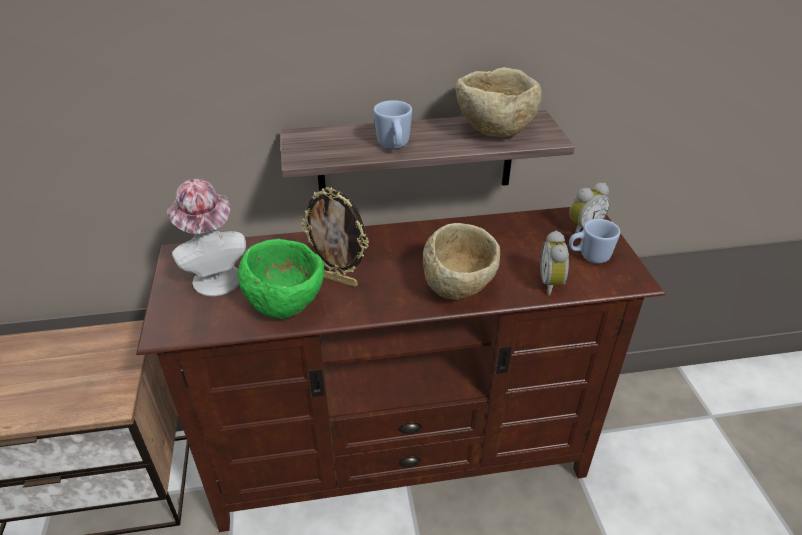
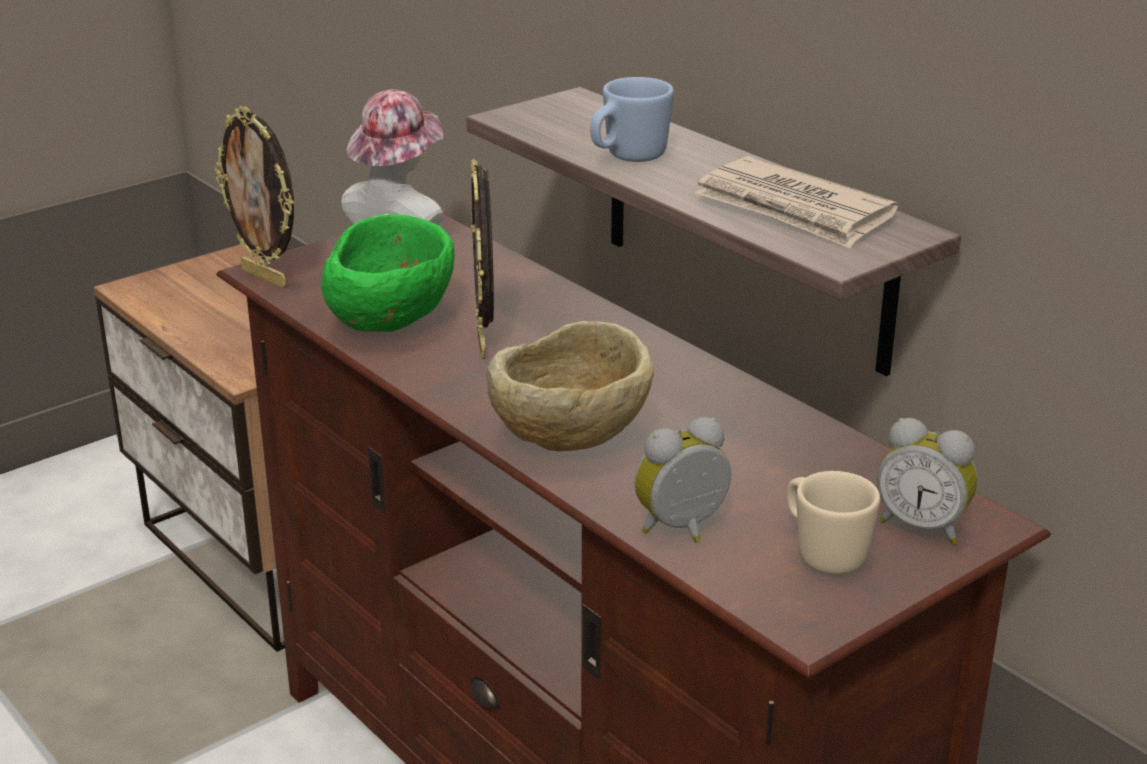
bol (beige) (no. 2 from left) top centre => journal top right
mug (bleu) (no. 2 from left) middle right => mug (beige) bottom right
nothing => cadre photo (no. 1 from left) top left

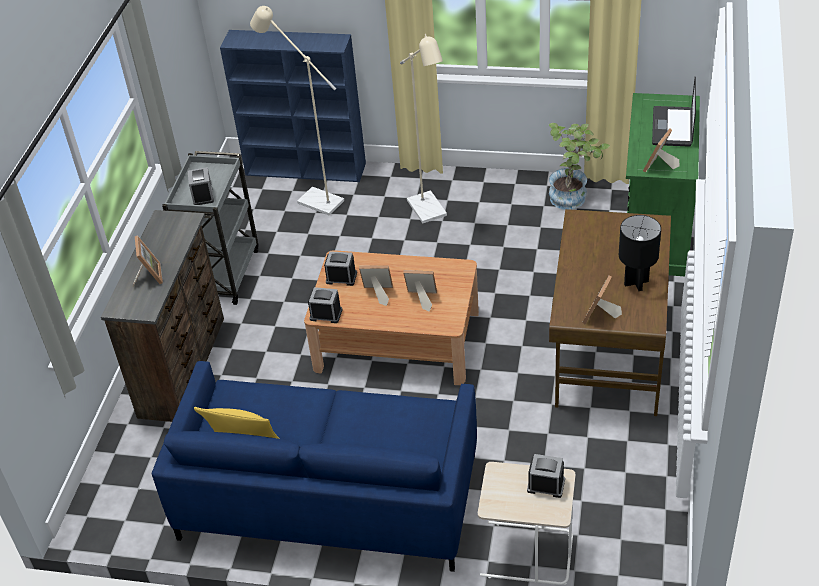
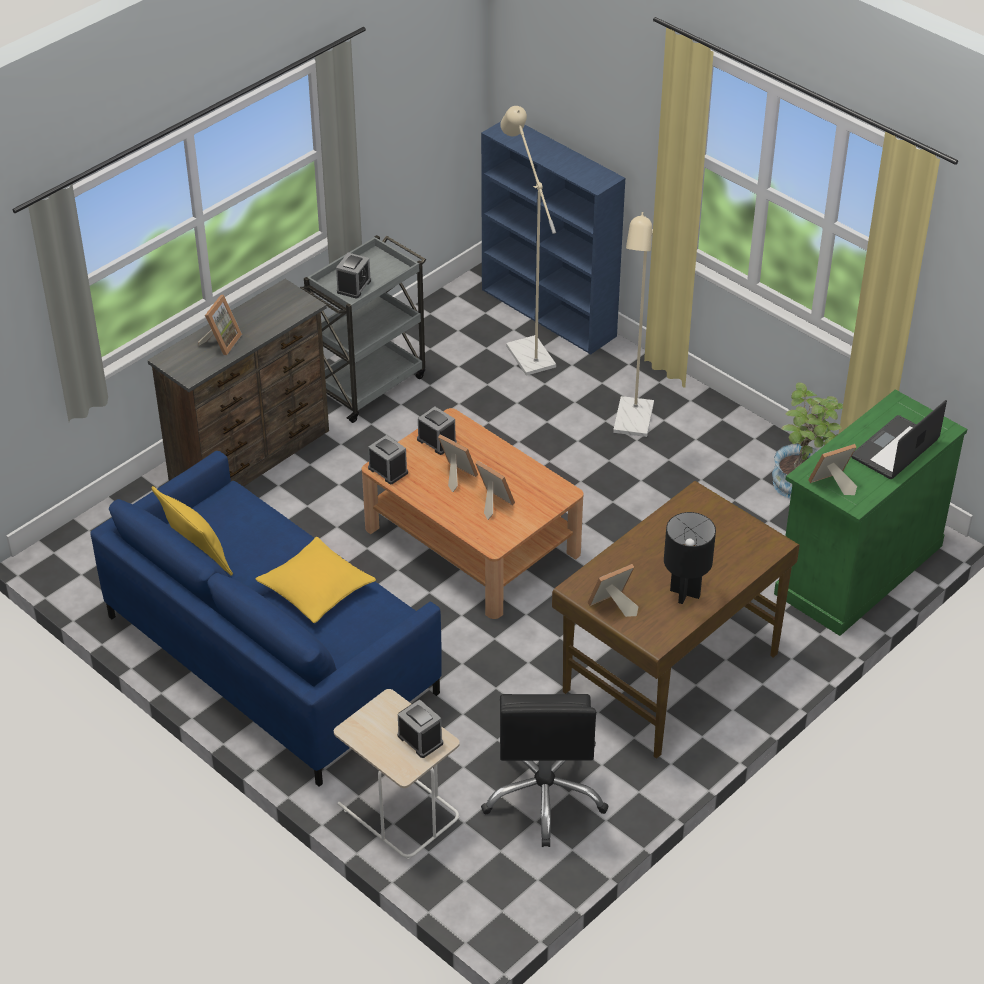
nothing => coussin (jaune) (no. 2 from left) middle left
nothing => chaise de bureau (noir) bottom centre

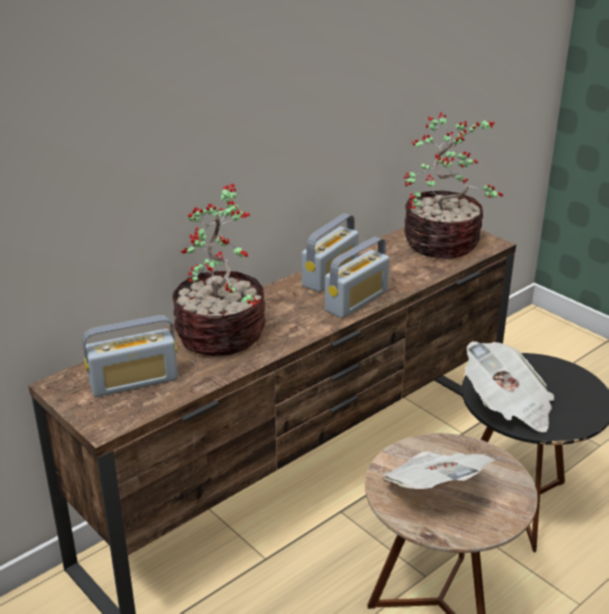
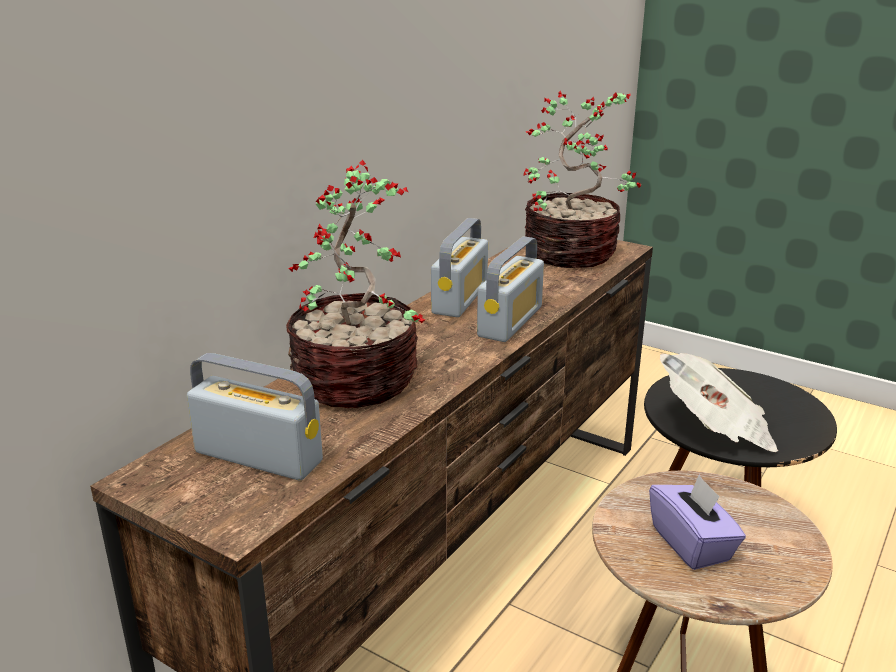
radio (no. 1 from left) middle left, 120 degrees counterclockwise
journal (no. 1 from left) bottom right => boîte à mouchoirs (violet) bottom right

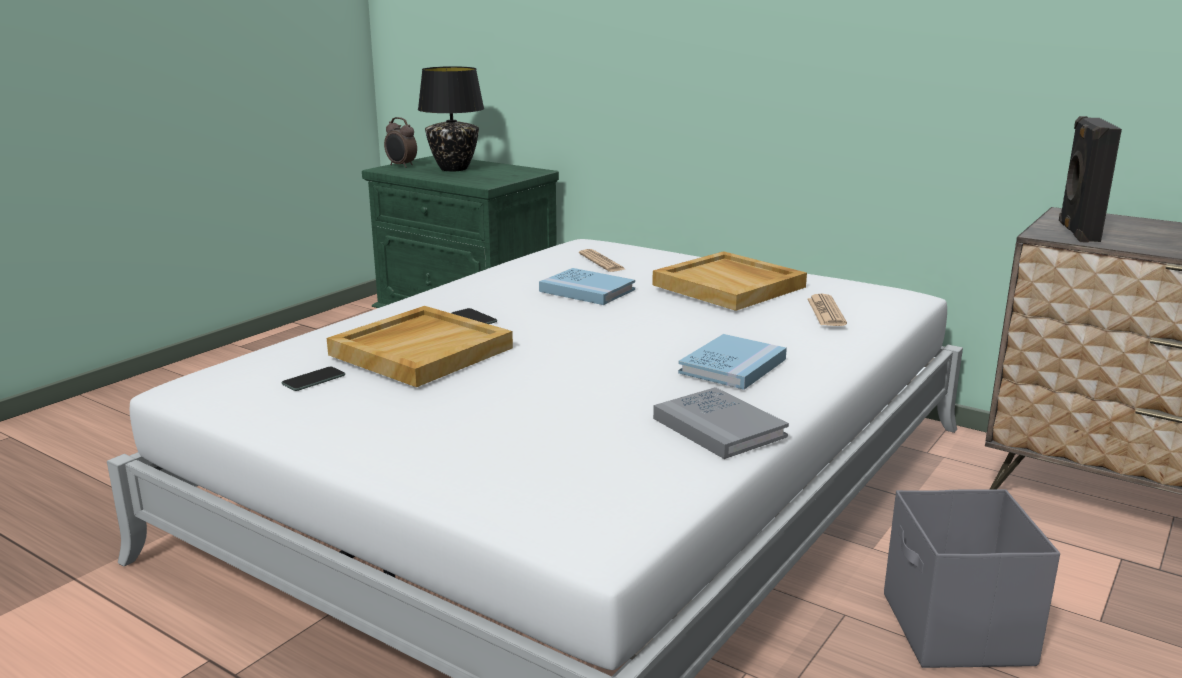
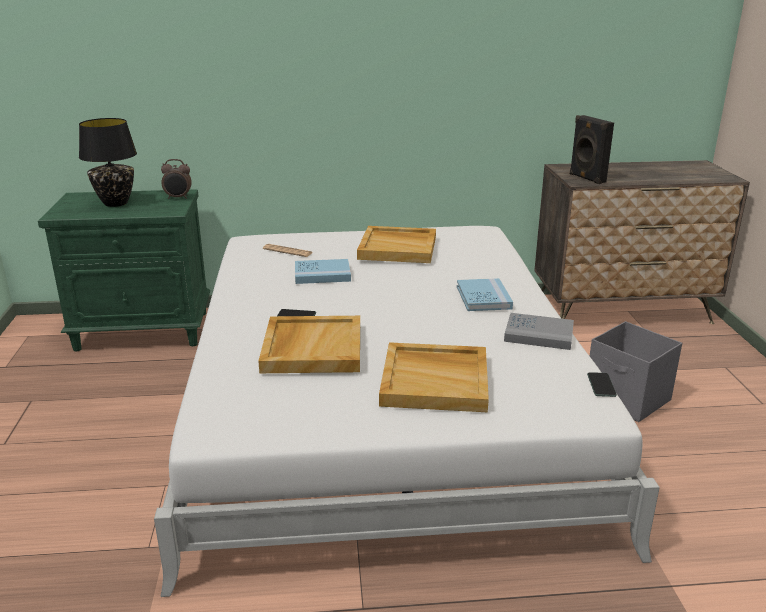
réveil top centre => réveil top left, relocated
journal (no. 2 from left) middle right => nothing
téléphone (no. 1 from left in the first image) middle left => téléphone (no. 2 from left) middle right, relocated
nothing => plateau (beige) (no. 3 from left) centre

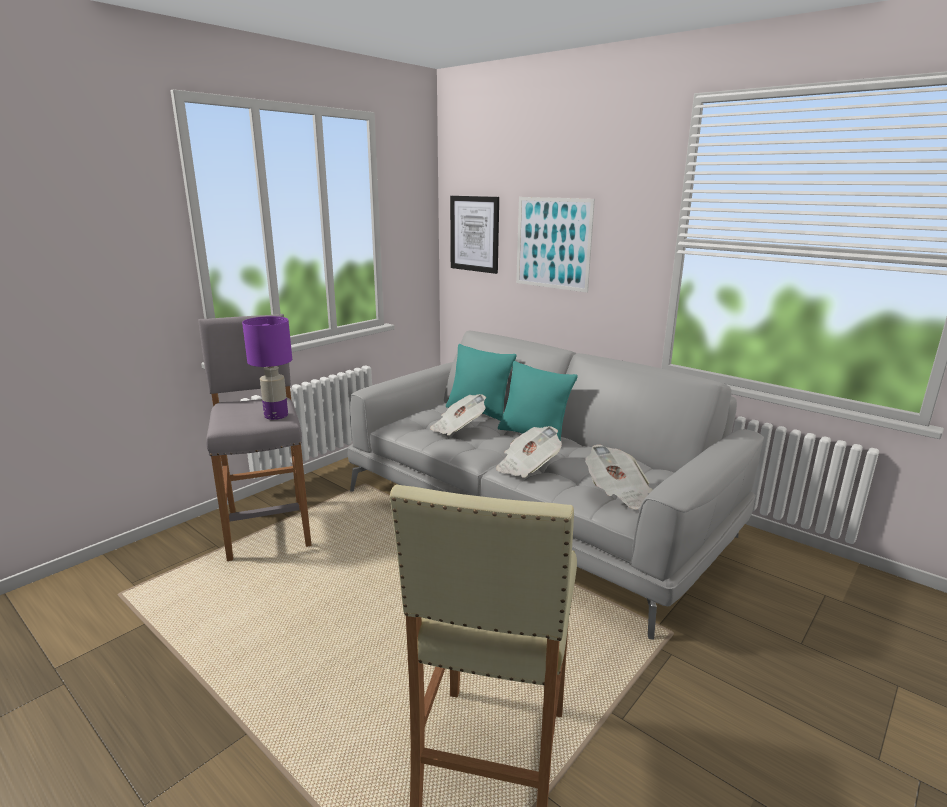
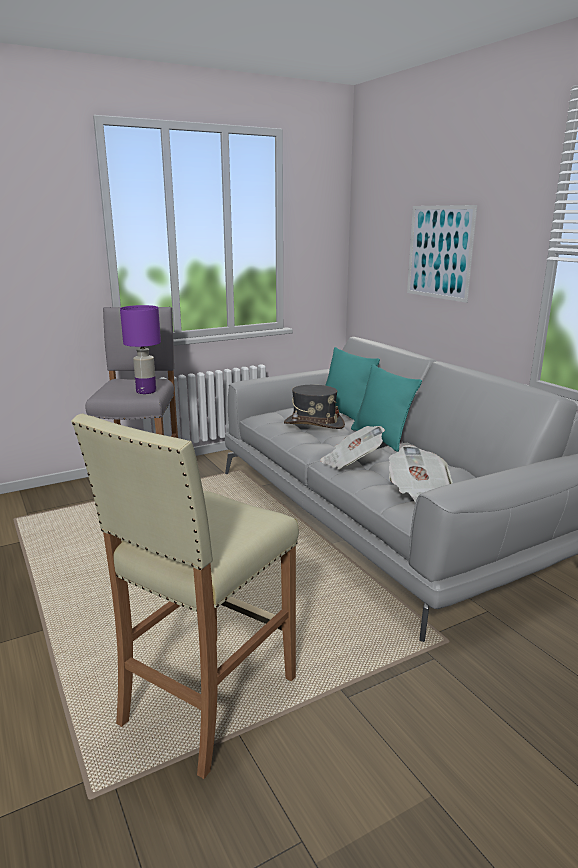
tableau (no. 1 from left) top centre => nothing
journal (no. 1 from left) centre => chapeau (gris) centre

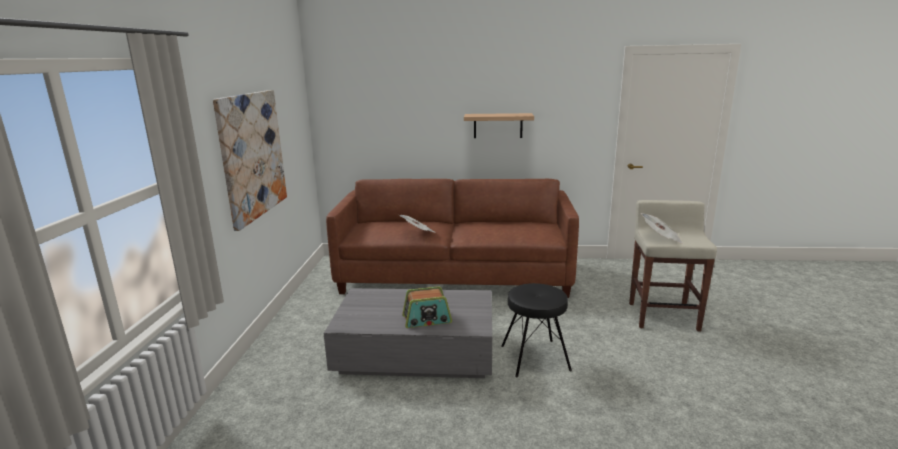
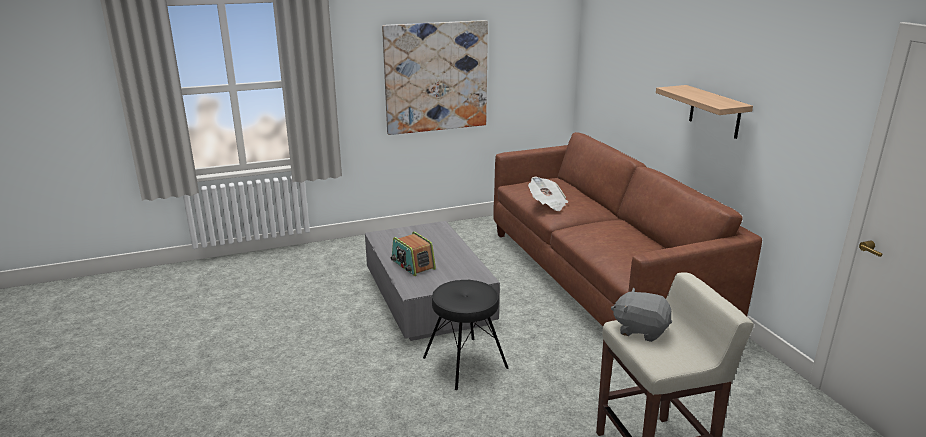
journal (no. 2 from left) middle right => peluche (gris) bottom right

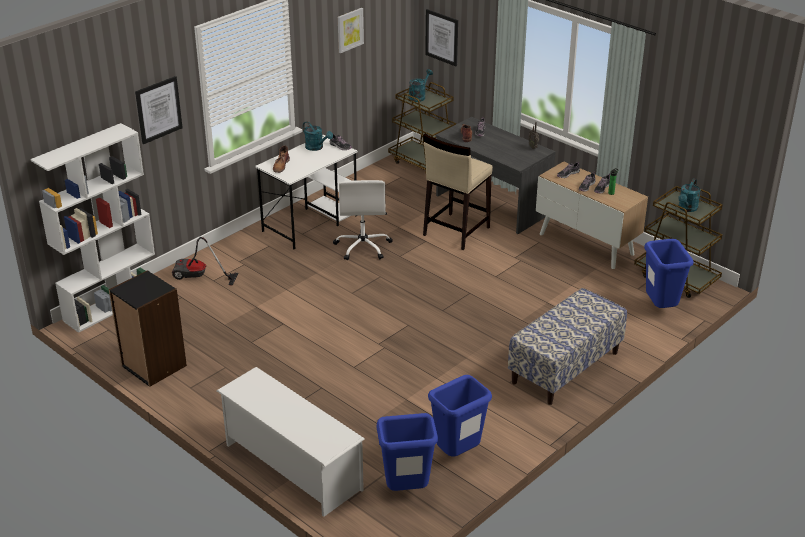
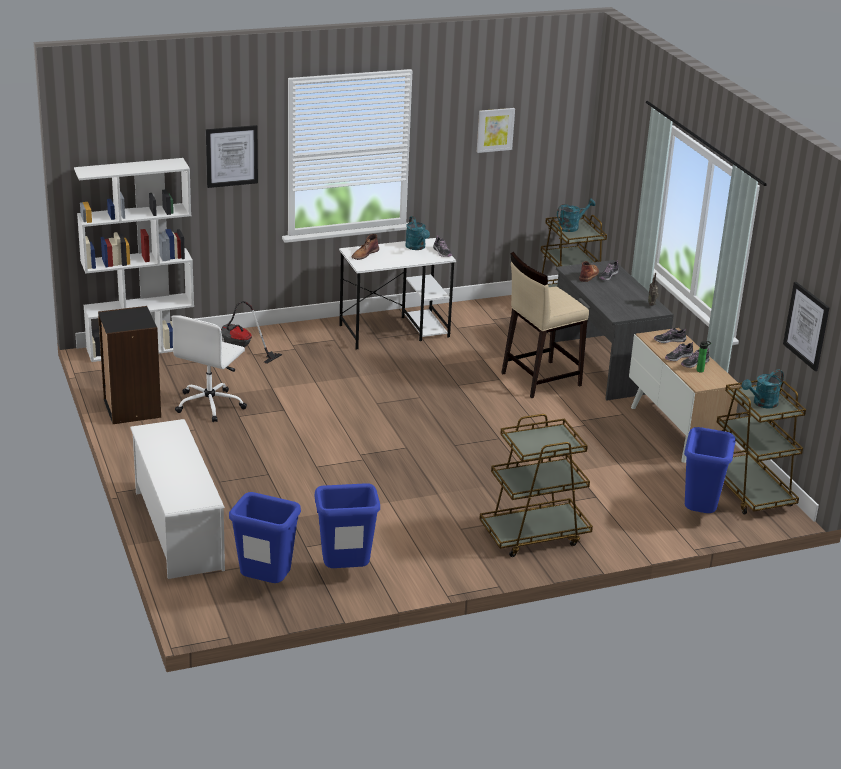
tableau (no. 3 from left) top centre => tableau (no. 3 from left) middle right, relocated
chaise de bureau (blanc) centre => chaise de bureau (blanc) middle left, relocated
banc middle right => chariot (marron) (no. 1 from left) centre

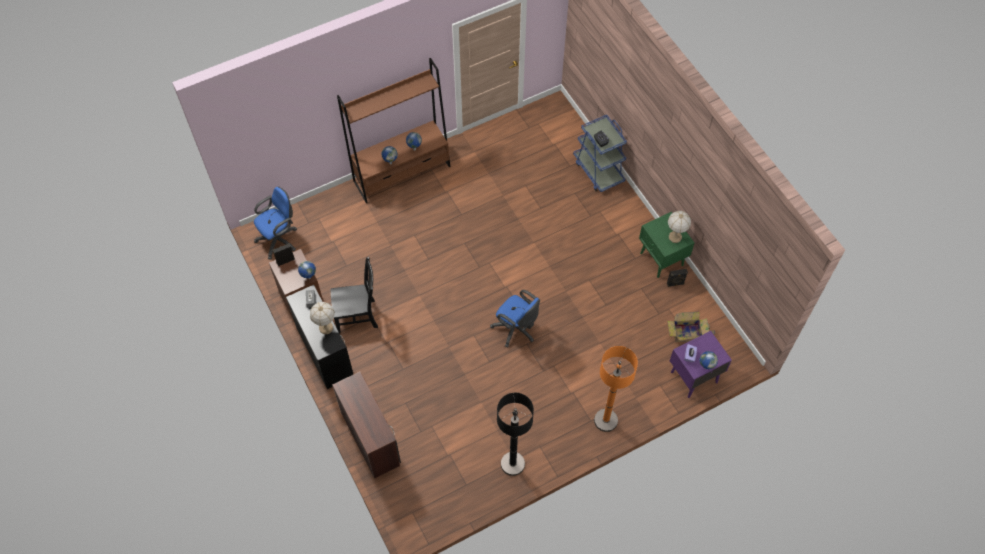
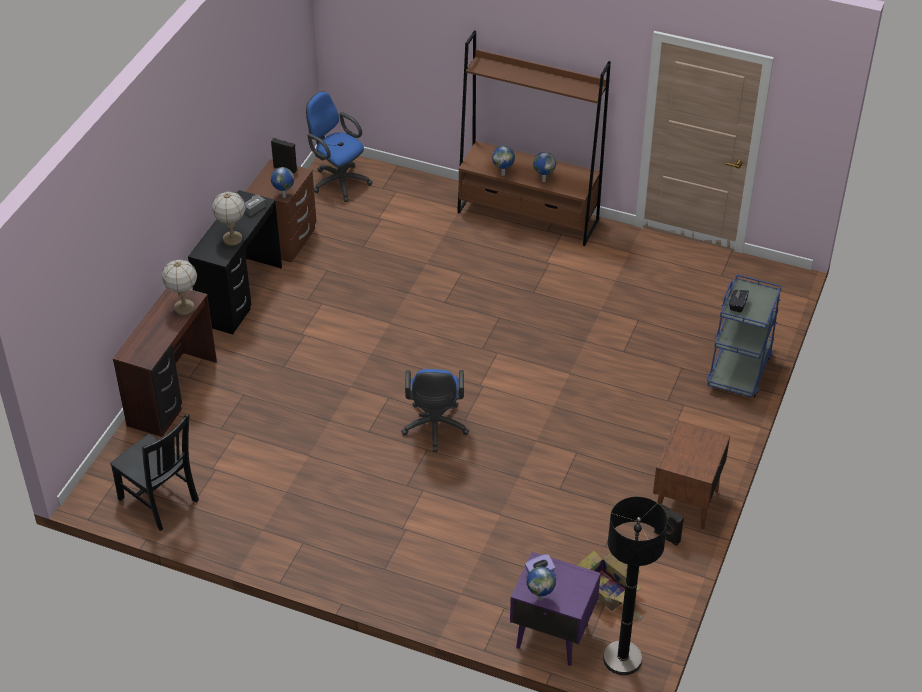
chaise de bureau (bleu) (no. 1 from left) middle left => chaise de bureau (bleu) (no. 1 from left) top centre, 150 degrees counterclockwise
lampe de table (no. 2 from left in the first image) middle right => lampe de table (no. 1 from left) middle left, relocated
table de chevet (vert) middle right => table de chevet (marron) (no. 2 from left) bottom right
chaise (noir) centre => chaise (noir) bottom left, relocated
lampadaire (orange) bottom centre => nothing
lampadaire (noir) bottom centre => lampadaire (noir) bottom right, relocated

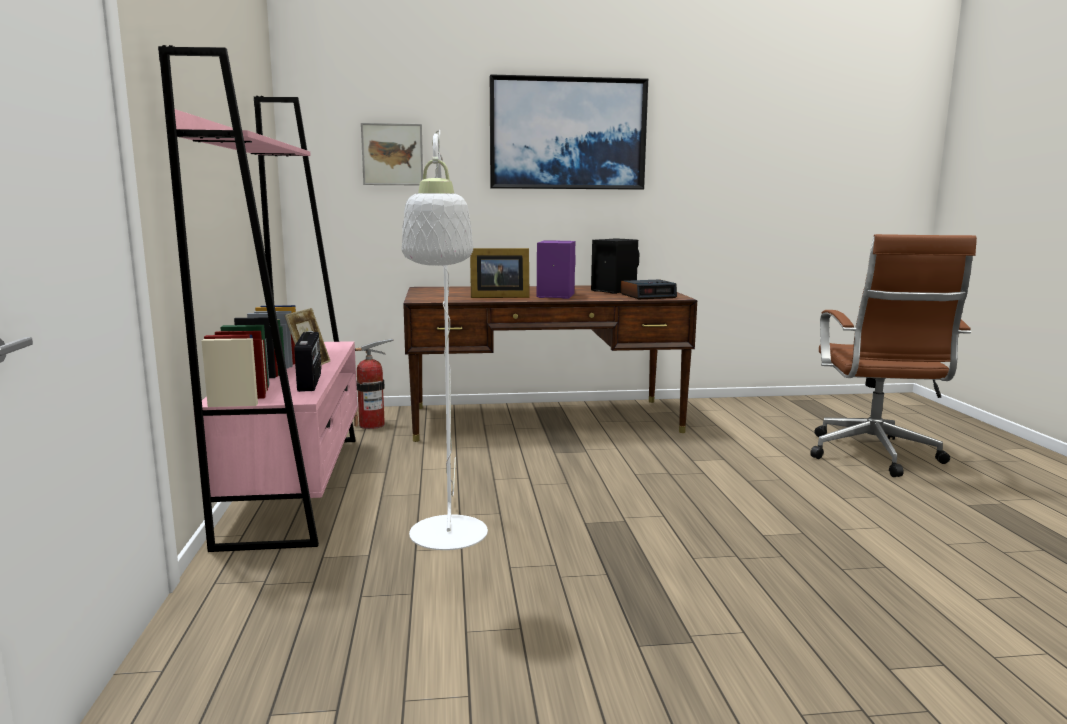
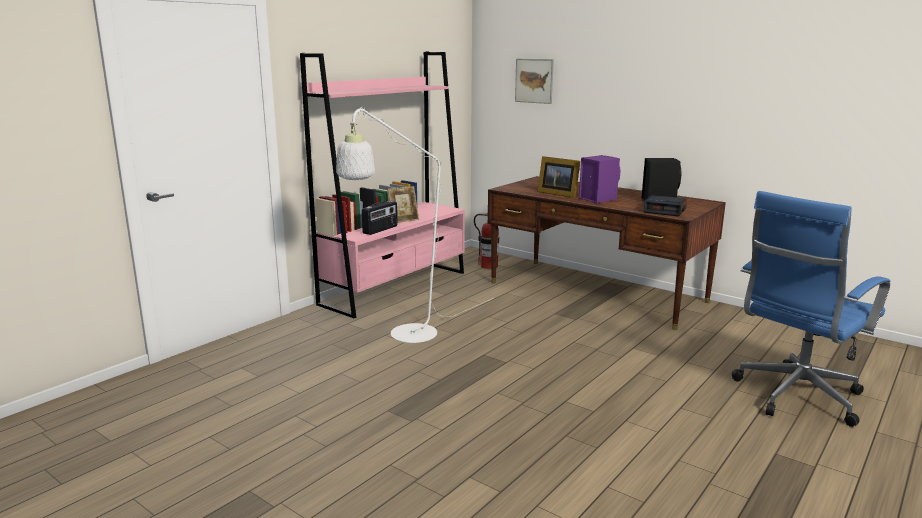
tableau (no. 2 from left) top centre => nothing
chaise de bureau (marron) middle right => chaise de bureau (bleu) middle right

